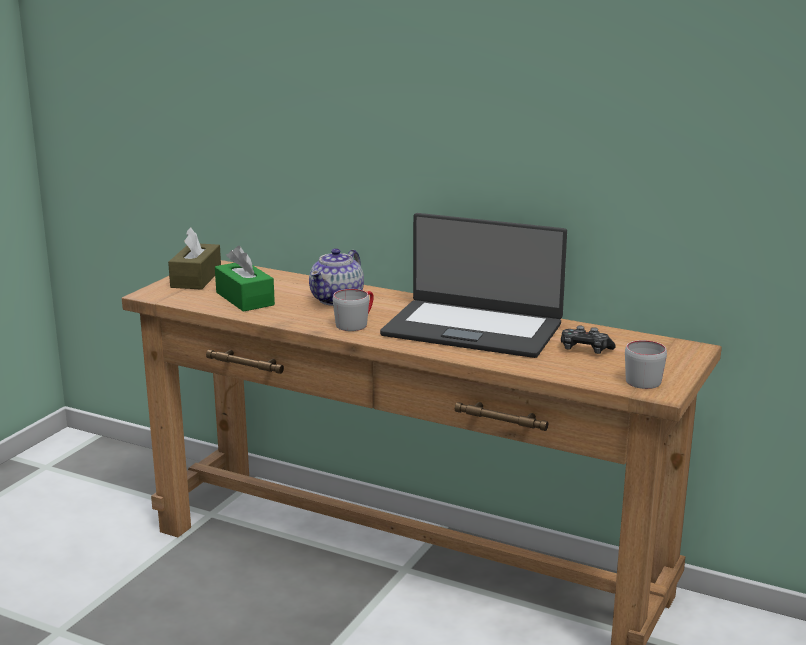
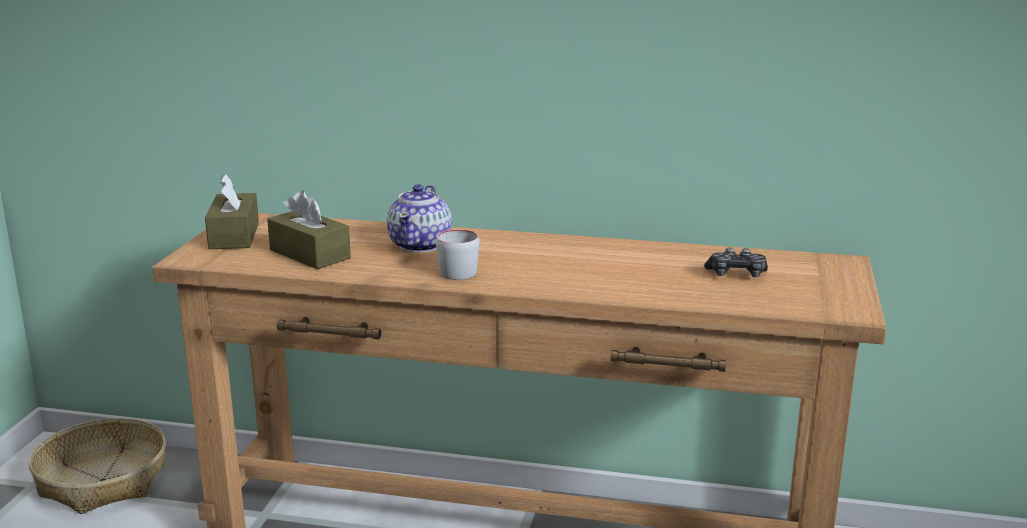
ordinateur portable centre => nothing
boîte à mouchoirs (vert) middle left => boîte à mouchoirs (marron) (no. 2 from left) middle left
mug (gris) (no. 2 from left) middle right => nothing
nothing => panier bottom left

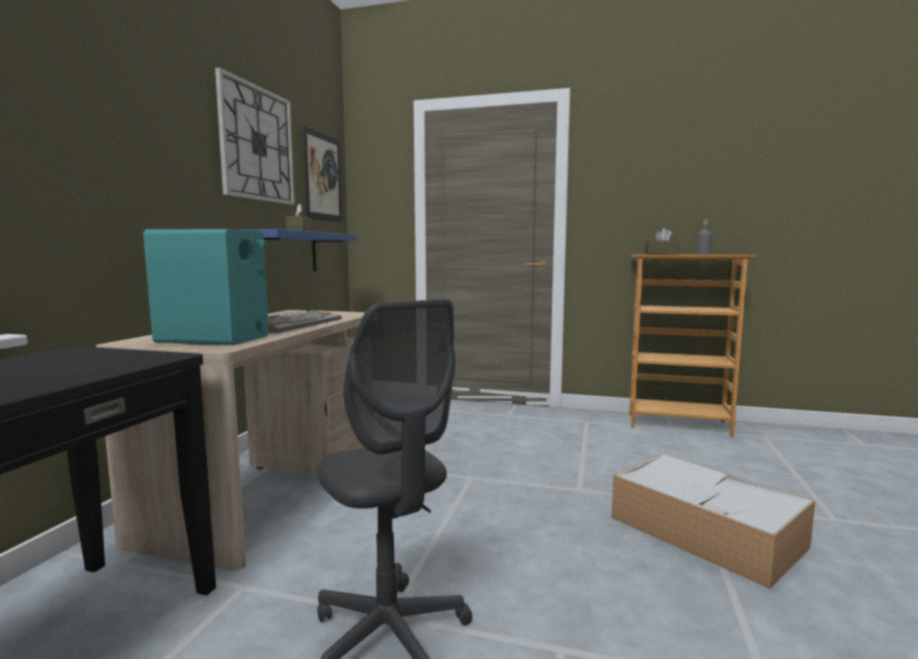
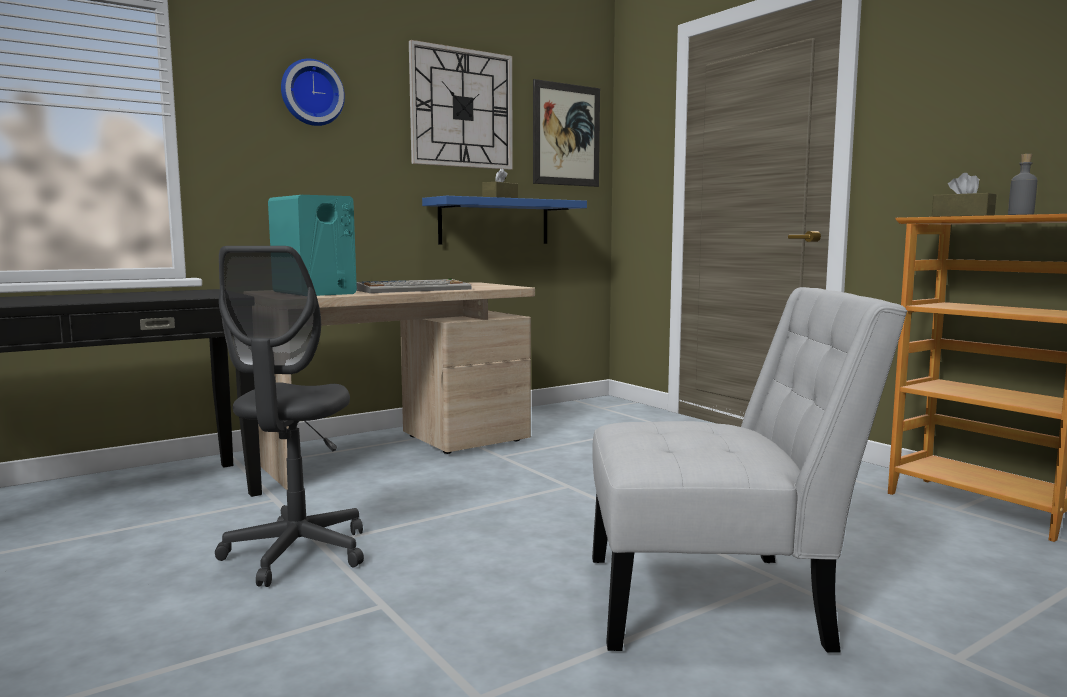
boîte de rangement bottom right => chaise (blanc) bottom right
nothing => horloge murale (no. 1 from left) top left

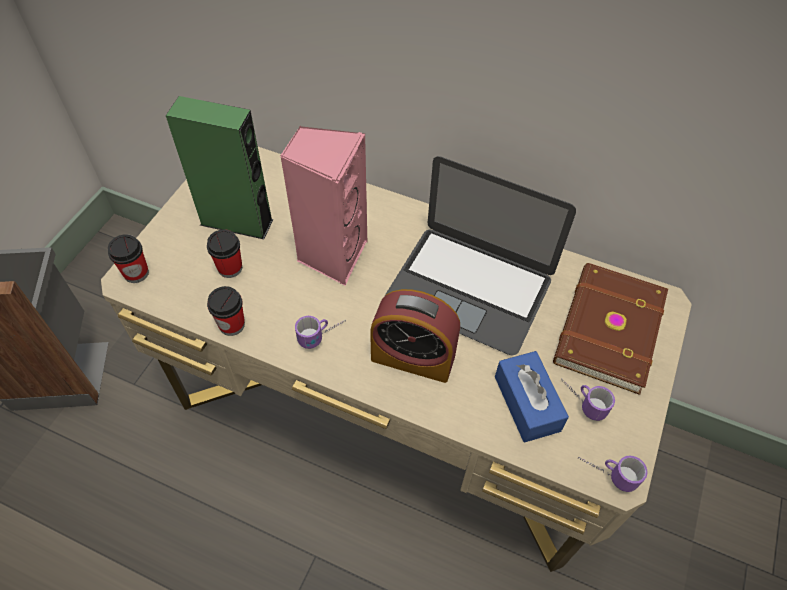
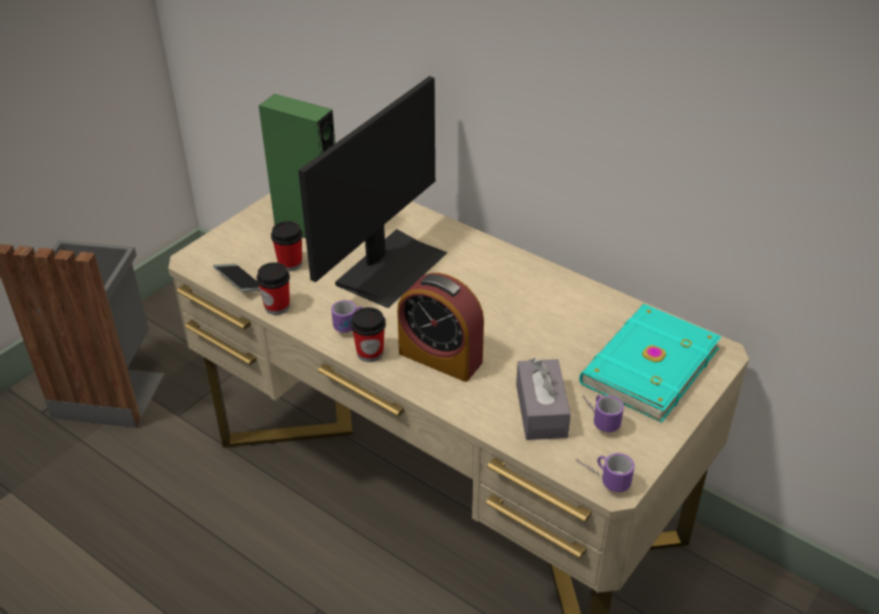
enceinte (rose) centre => écran d'ordinateur top centre
ordinateur portable centre => nothing
tasse (no. 1 from left in the first image) middle left => tasse (no. 3 from left) centre, relocated
livre (marron) middle right => livre (turquoise) middle right
boîte à mouchoirs (bleu) bottom right => boîte à mouchoirs (gris) centre
nothing => téléphone middle left

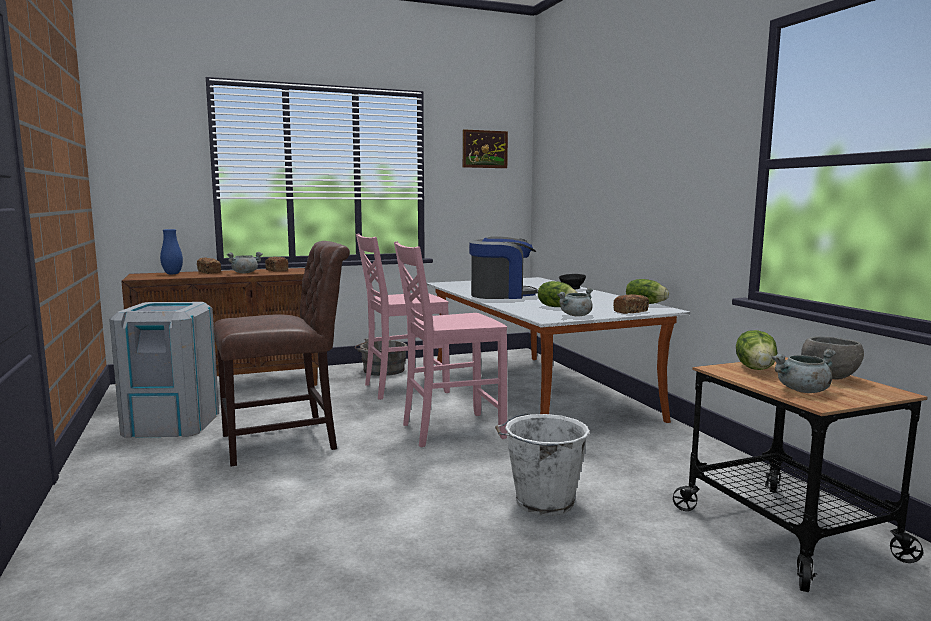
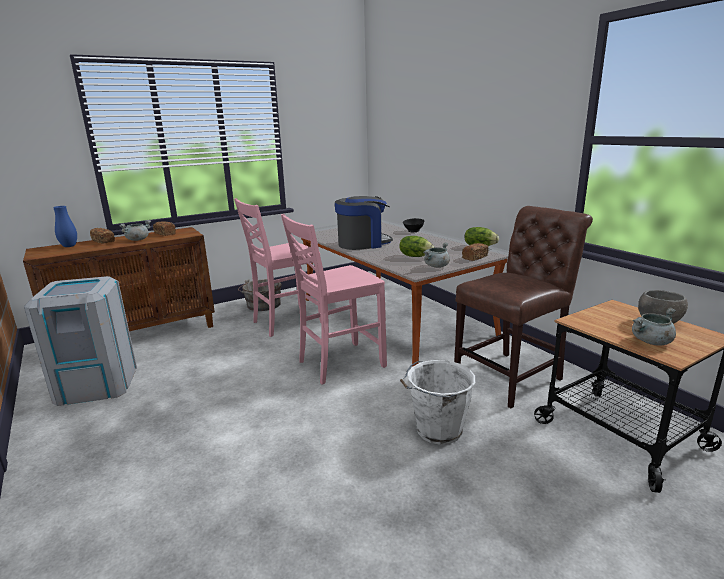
tableau top centre => nothing
chaise (marron) middle left => chaise (marron) middle right, relocated
laitue (no. 3 from left) middle right => nothing

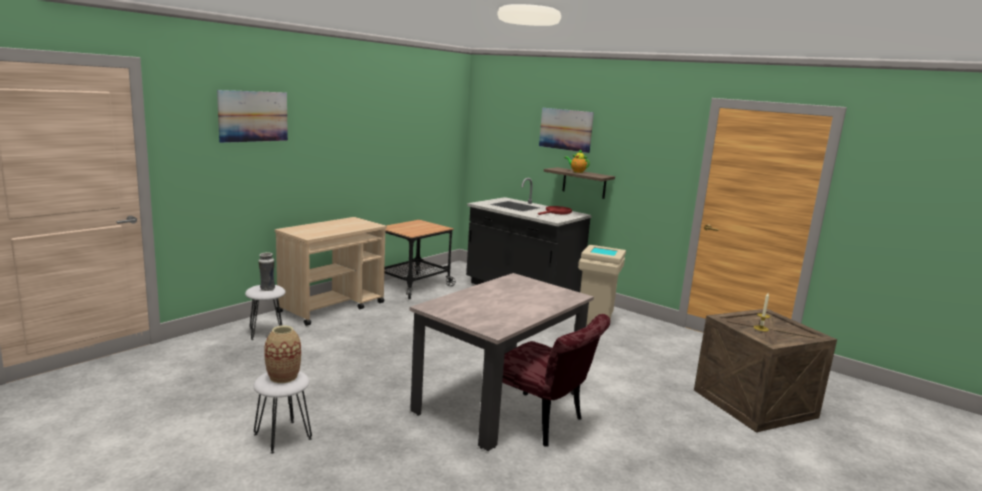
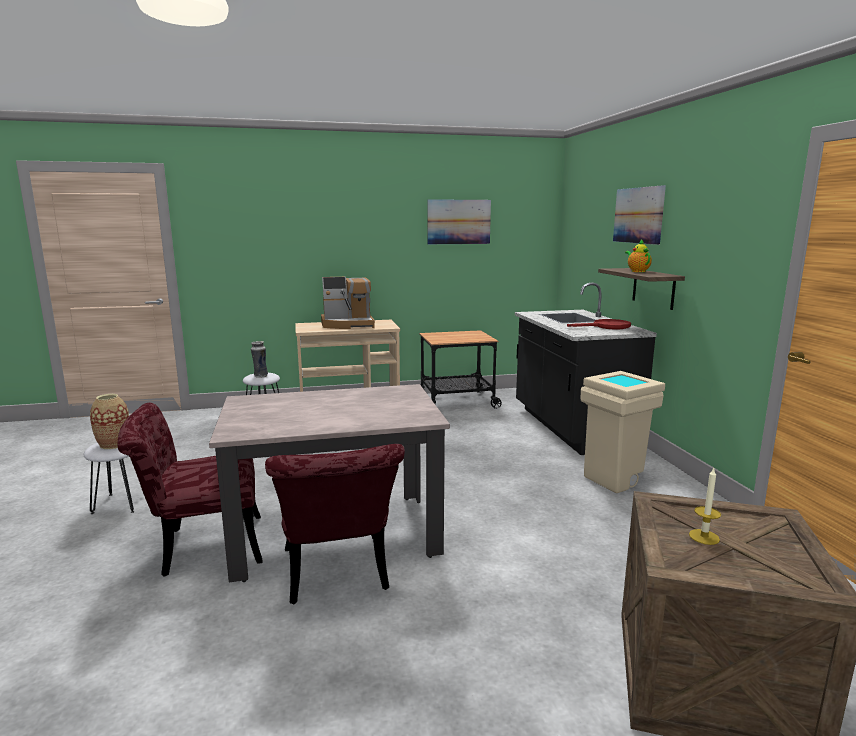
tableau (no. 1 from left) top left => tableau (no. 1 from left) top centre, relocated
nothing => machine à café centre
nothing => chaise (rouge) (no. 1 from left) middle left

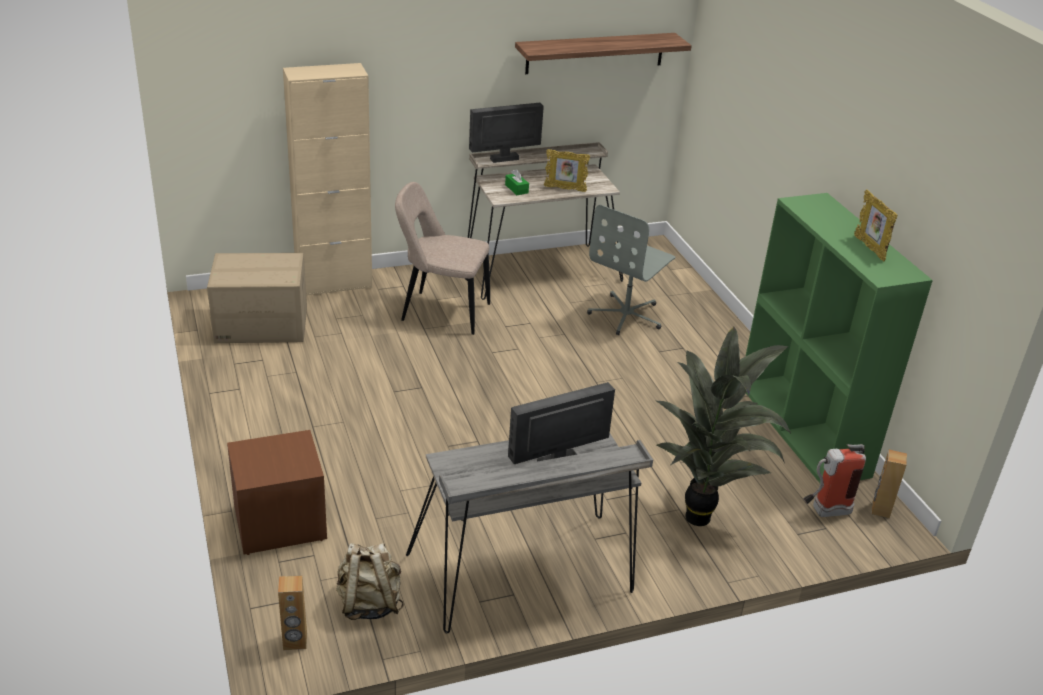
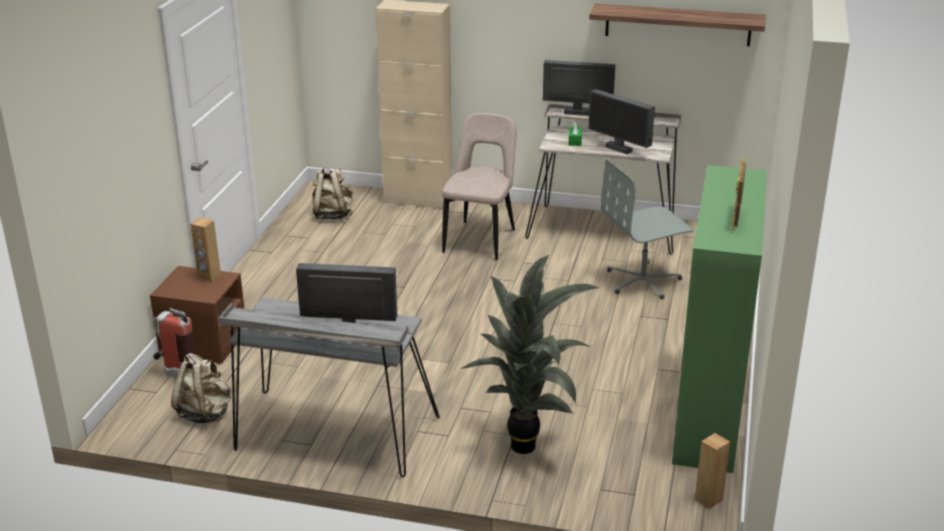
cadre photo (no. 1 from left) top centre => écran d'ordinateur (no. 3 from left) top centre
chaise (beige) centre, 60 degrees clockwise
carton middle left => sac à dos (beige) (no. 2 from left) centre
extincteur bottom right => extincteur middle left, relocated
enceinte (marron) (no. 1 from left) bottom left => enceinte (marron) (no. 1 from left) middle left, relocated

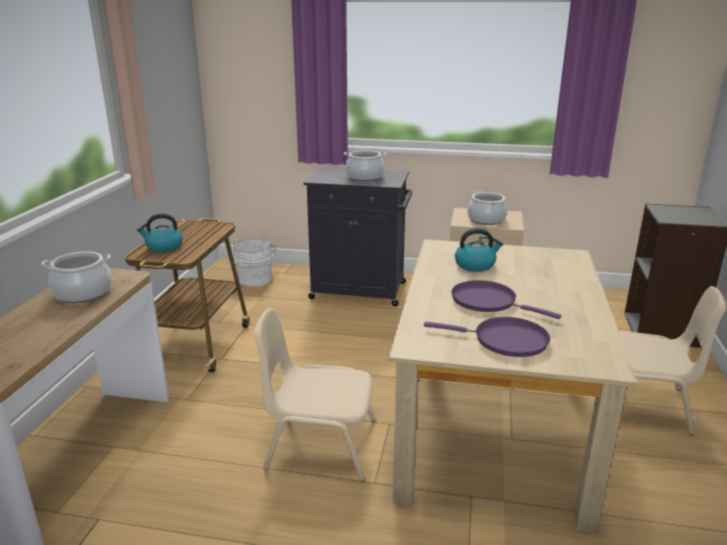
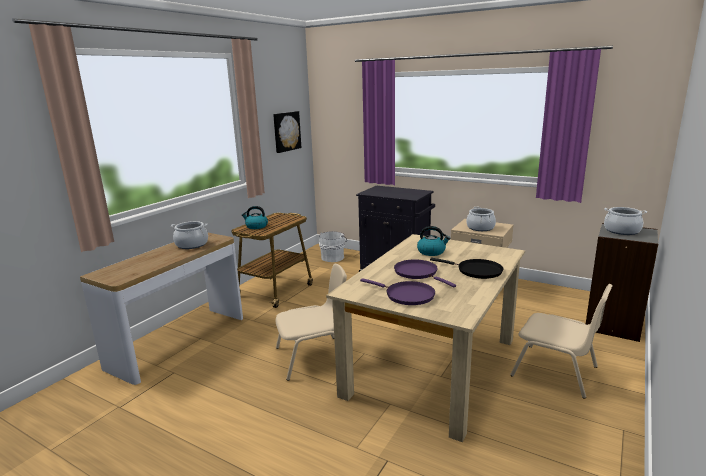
marmite (no. 2 from left in the first image) top centre => marmite (no. 3 from left) middle right, relocated
chaise (beige) (no. 1 from left) bottom centre, 135 degrees clockwise
nothing => tableau top centre
nothing => poêle (noir) centre

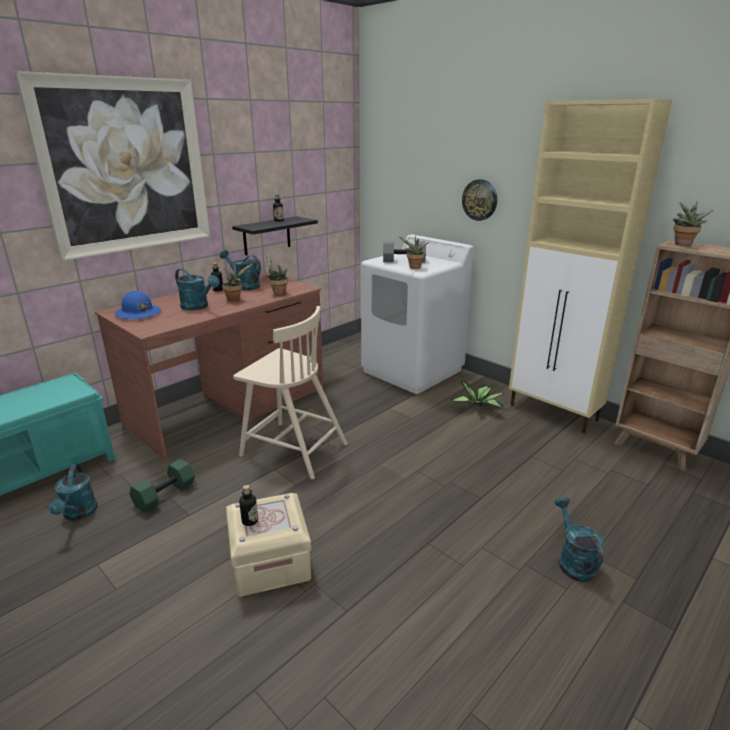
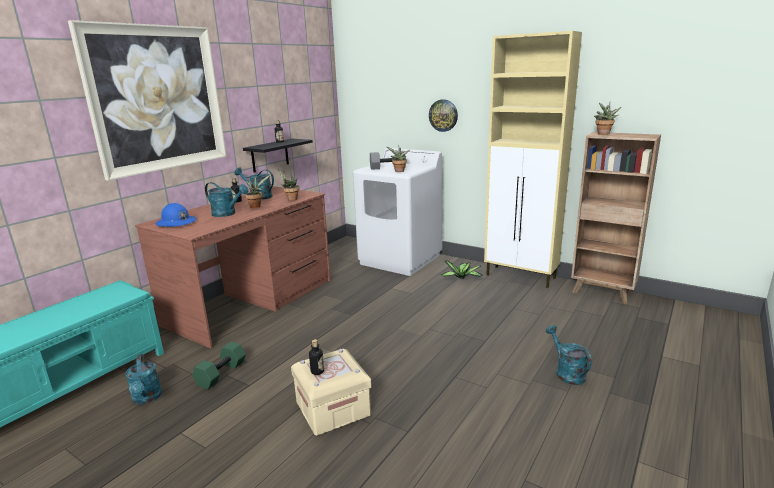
chaise (beige) centre => nothing

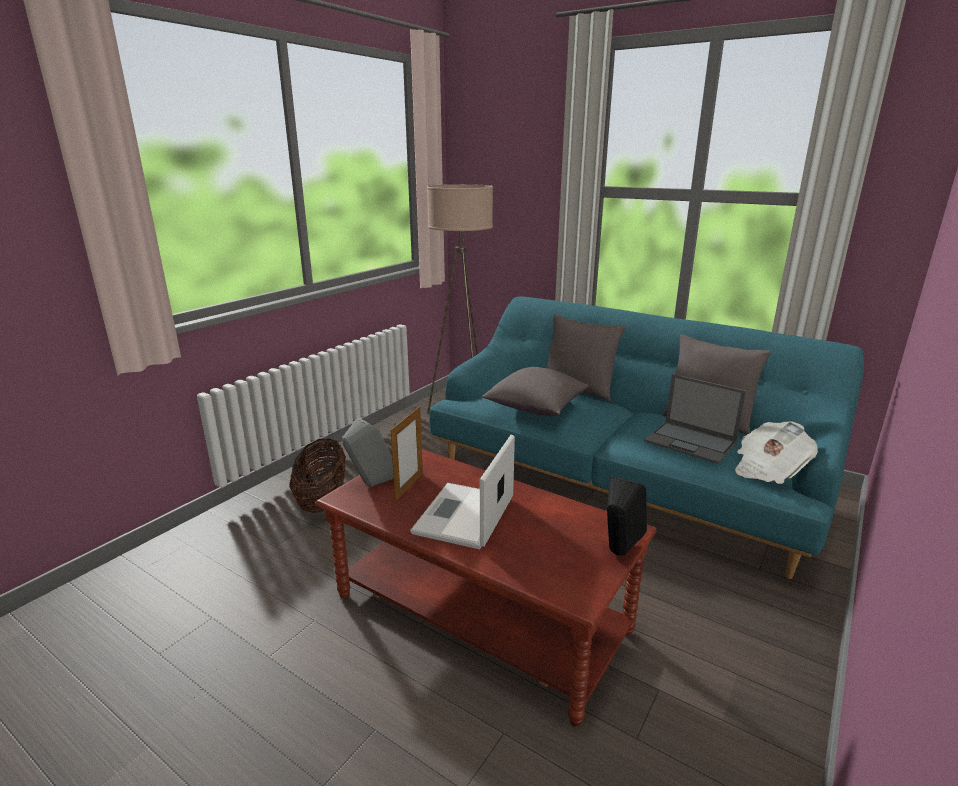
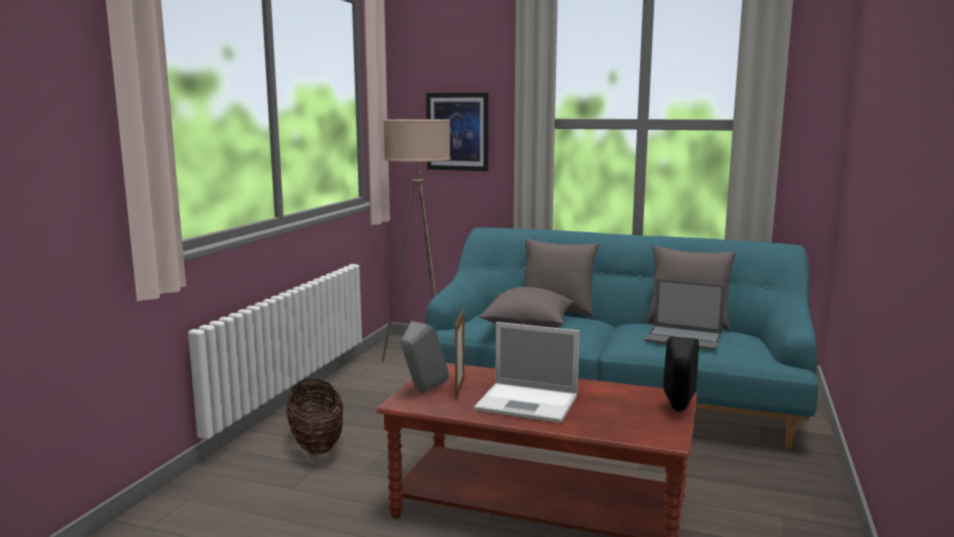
journal middle right => nothing
ordinateur portable (no. 1 from left) centre => ordinateur portable (no. 1 from left) bottom centre, 75 degrees counterclockwise
nothing => tableau top centre

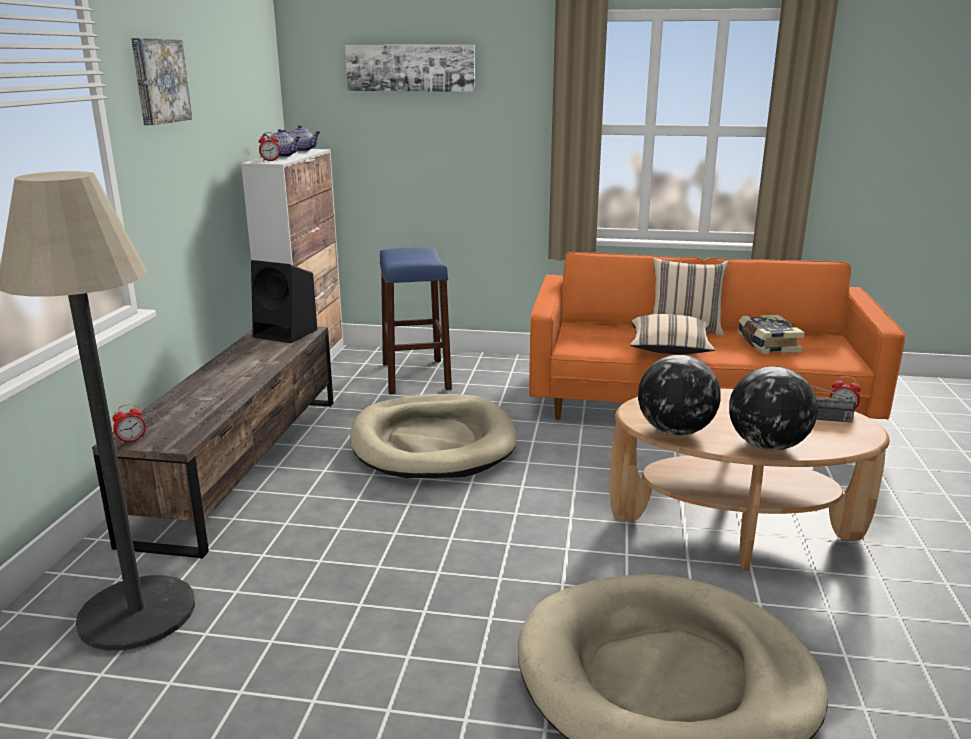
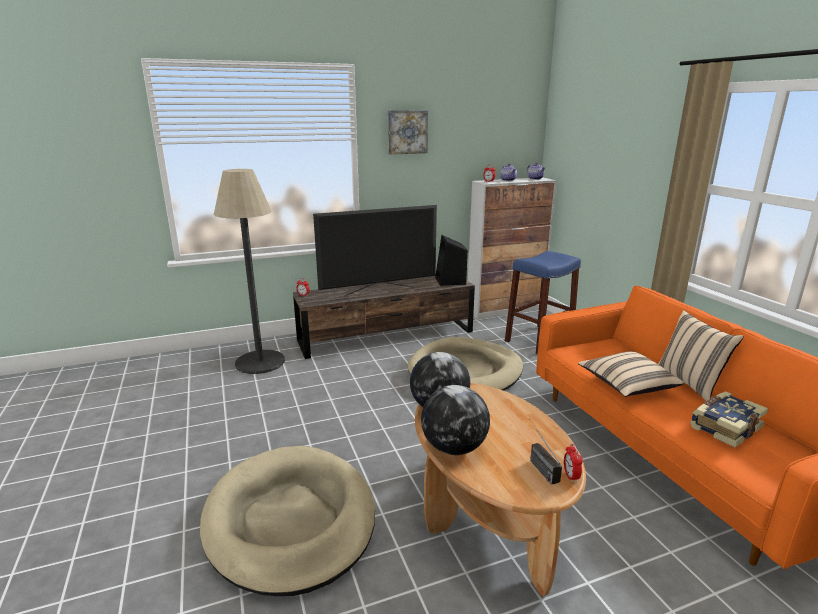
tableau (no. 2 from left) top centre => nothing
nothing => téléviseur centre

